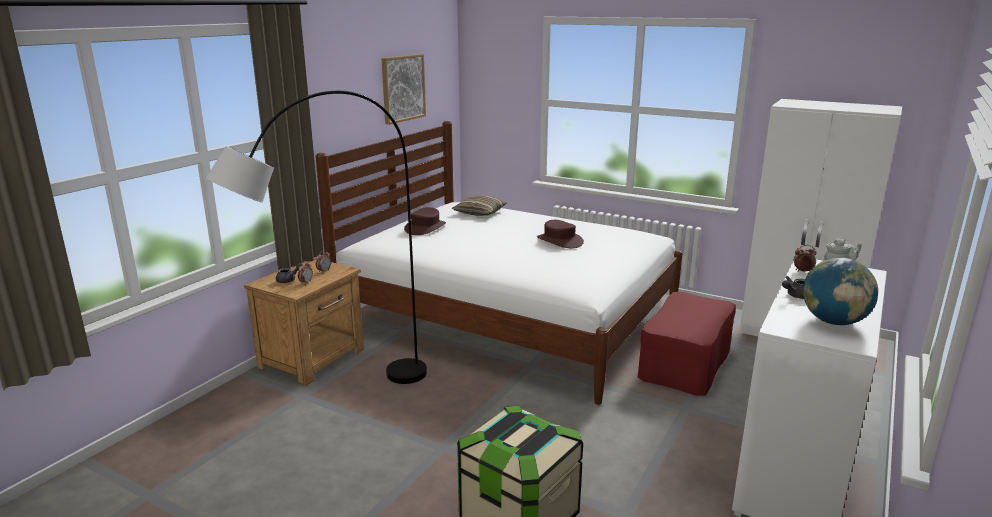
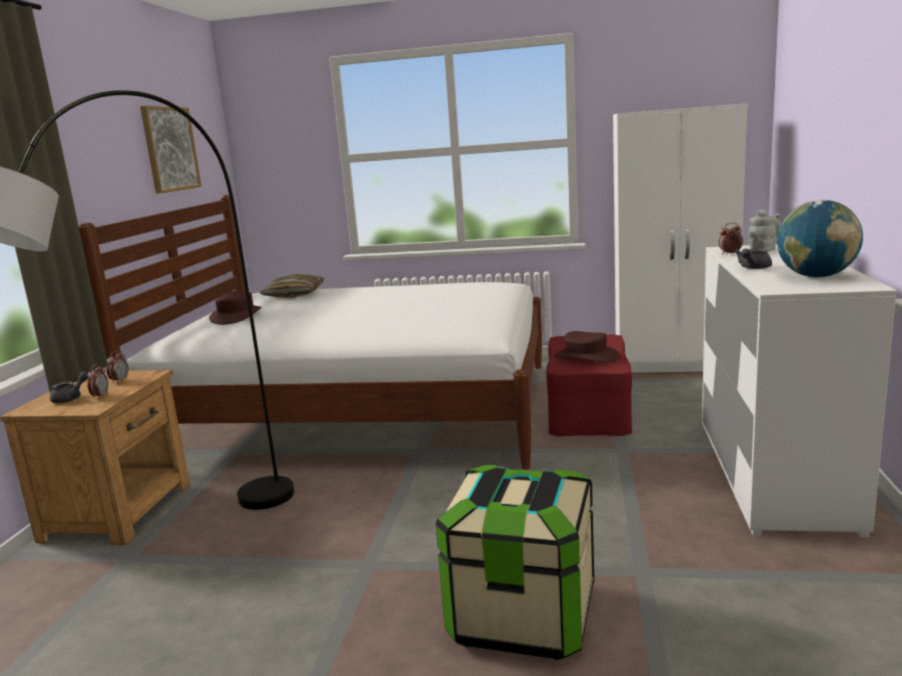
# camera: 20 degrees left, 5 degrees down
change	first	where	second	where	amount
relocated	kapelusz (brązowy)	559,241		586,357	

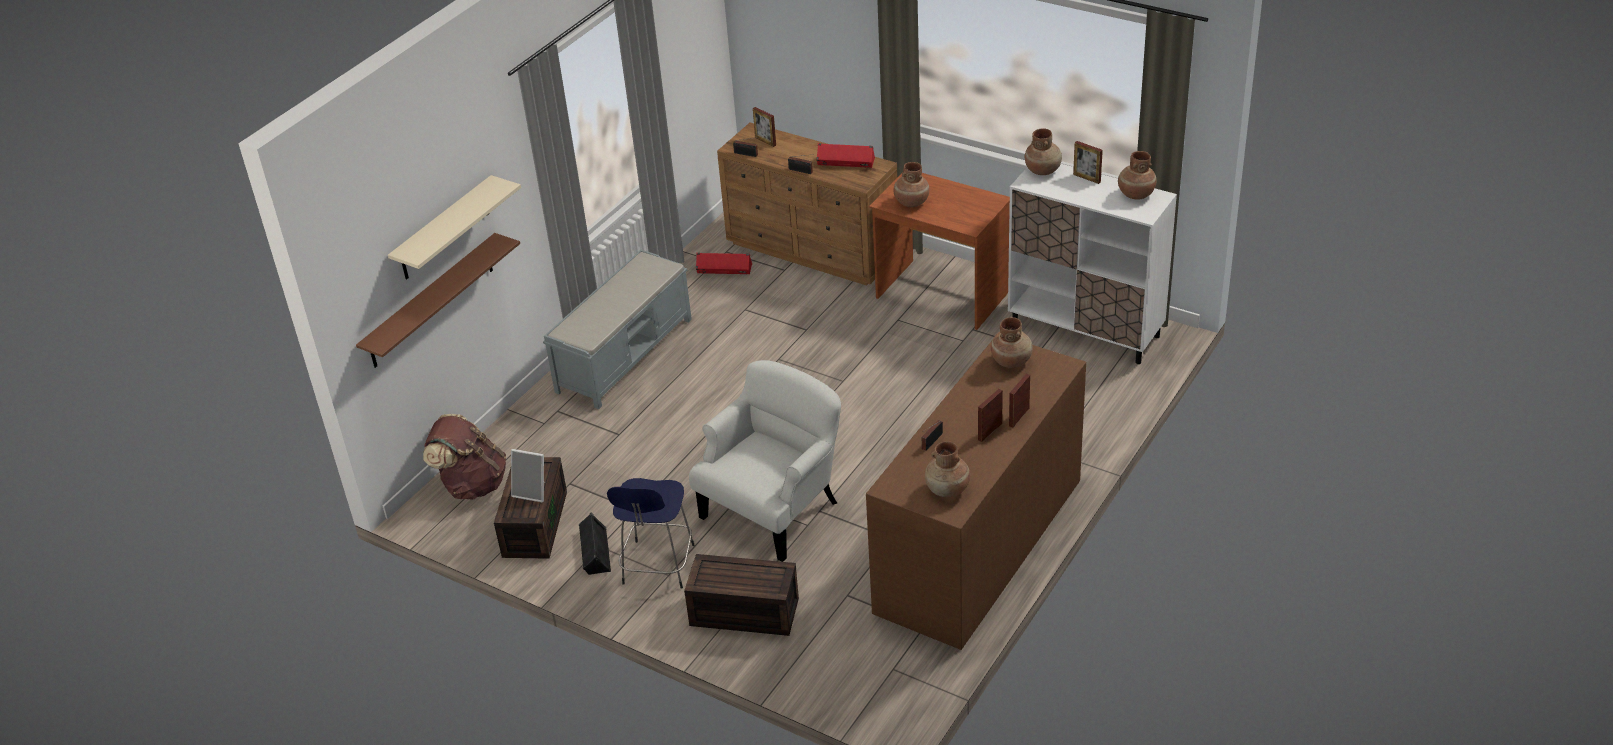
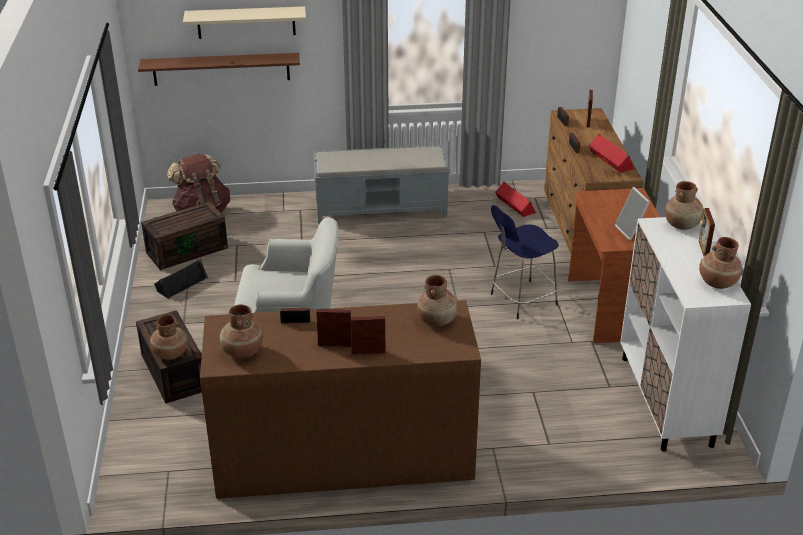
# camera: 50 degrees right, 5 degrees down
change	first	where	second	where	amount
relocated	ramka na zdjęcie	532,491		631,231	
relocated	stołek (niebieski)	657,566		521,300	
relocated	wazon (brązowy)	911,202		170,353	

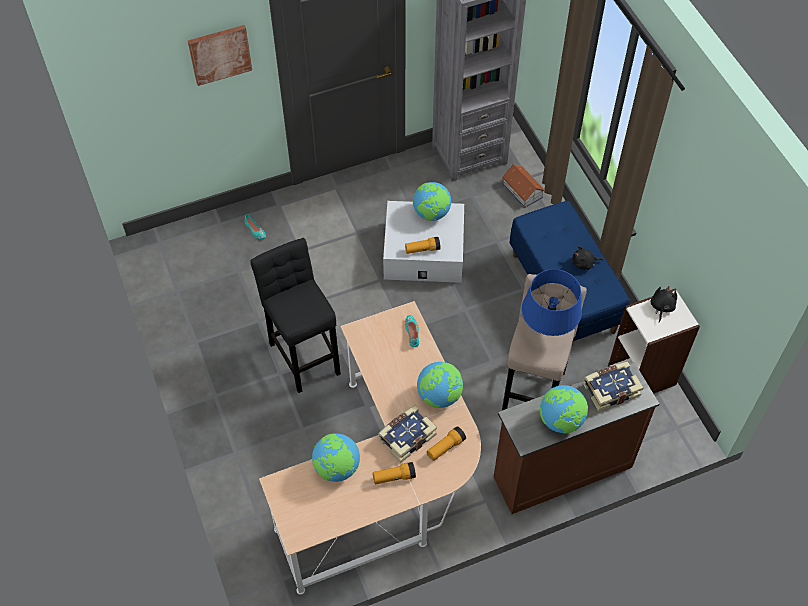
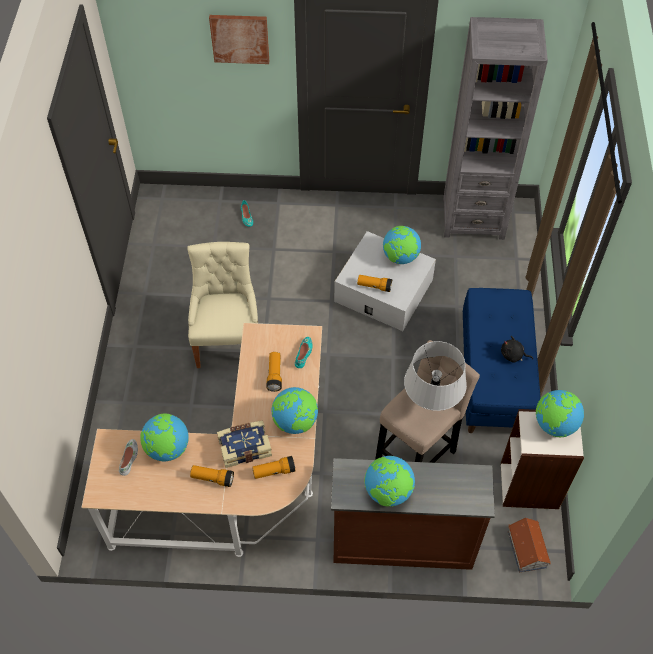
# camera: 25 degrees right, 0 degrees up
change	first	where	second	where	amount
exchanged	stołek (czarny)	304,354	krzesło (beżowy)	228,340	
relocated	domek	522,191		526,550	
colour	lampa stołowa (niebieski)	547,331	lampa stołowa (szary)	431,403	
missing	książka	610,389			
exchanged	pluszak (czarny)	661,307	globus	554,424	
appeared			but (biały)	129,458	
appeared			latarka	274,375	

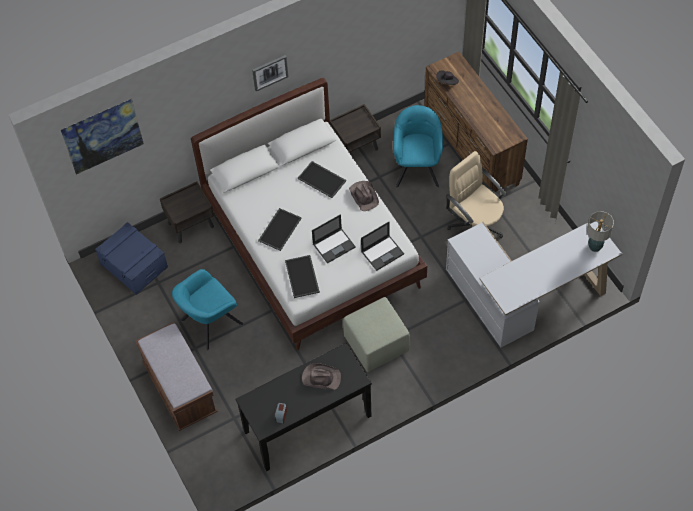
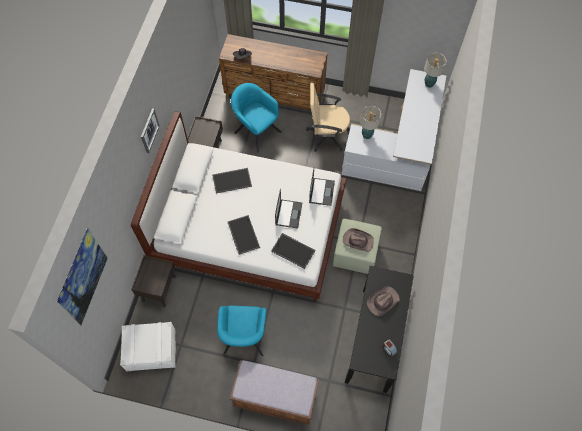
# camera: 50 degrees left, 5 degrees up
change	first	where	second	where	amount
colour	pojemnik do przechowywania (niebieski)	134,265	pojemnik do przechowywania (biały)	151,349	
relocated	kapelusz (brązowy)	364,196		357,240	
appeared			lampa stołowa	367,135	

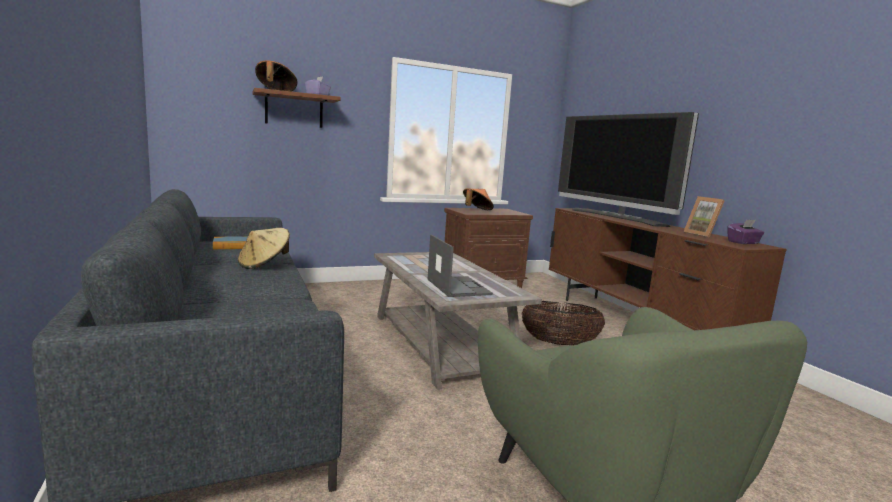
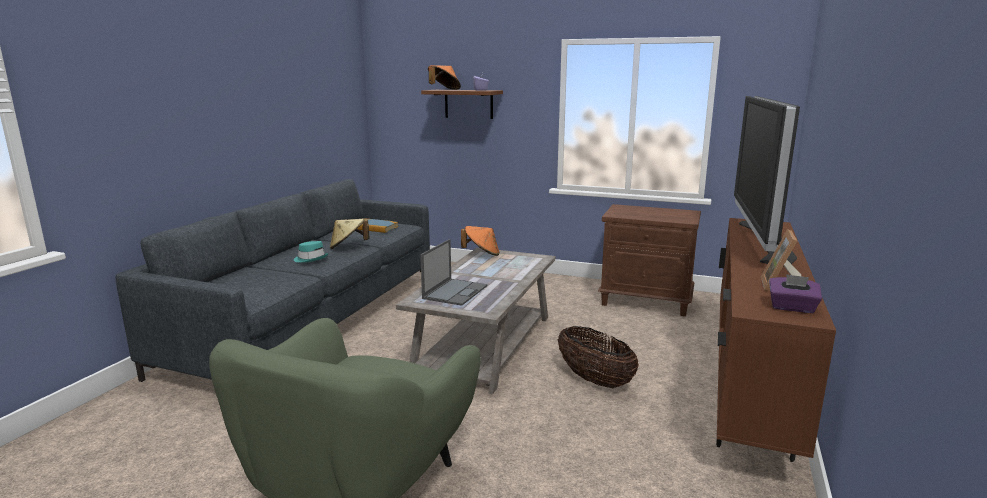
# camera: 45 degrees right, 5 degrees up
change	first	where	second	where	amount
relocated	kapelusz (pomarańczowy)	477,210		481,254	
appeared			kapelusz (turkusowy)	311,259	

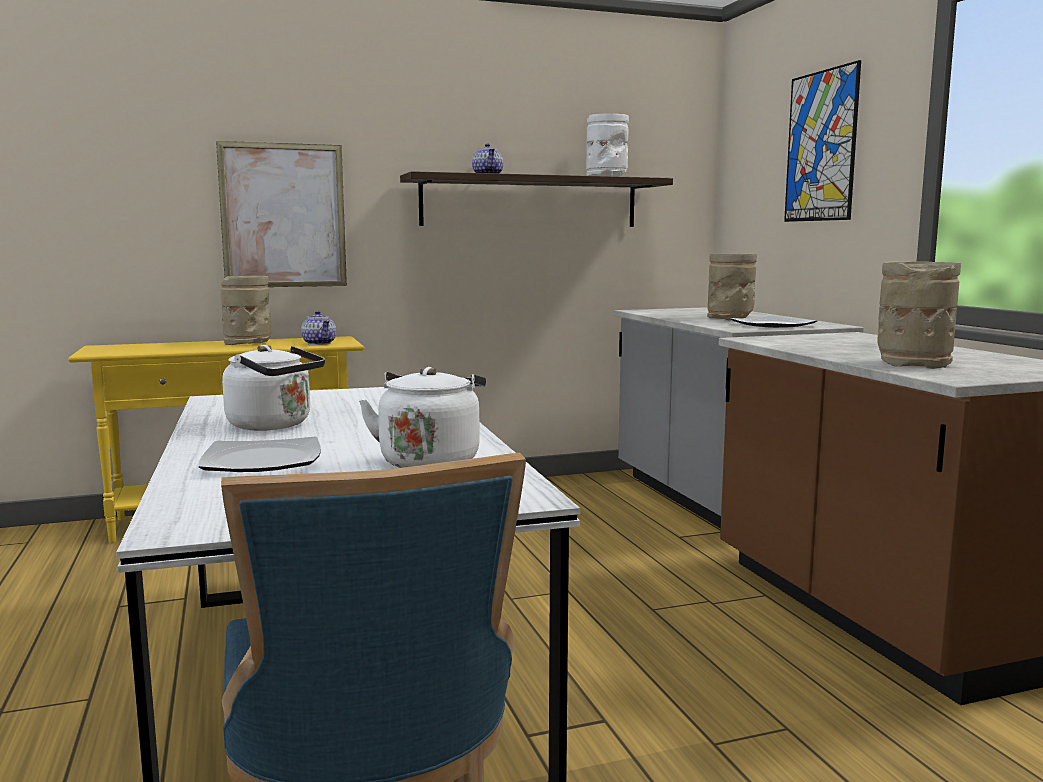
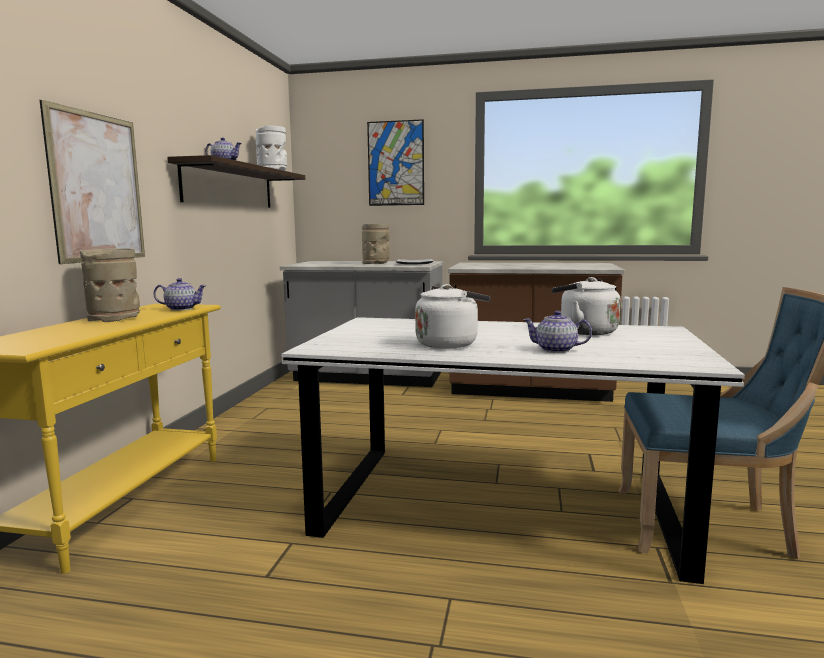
# camera: 60 degrees left, 0 degrees up
change	first	where	second	where	amount
exchanged	talerz	261,461	imbryk	556,350	
missing	wazon (beżowy)	913,363			

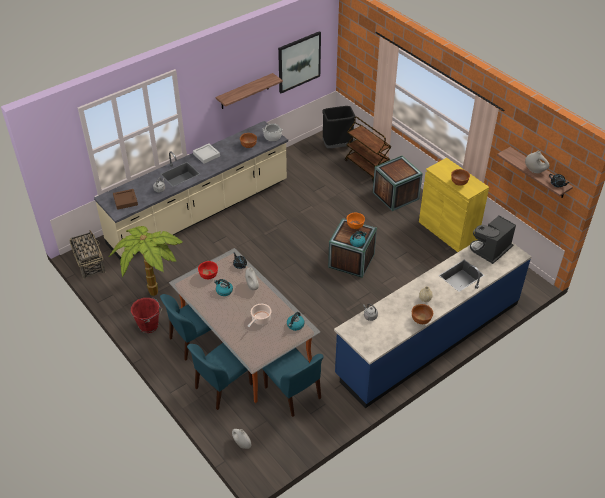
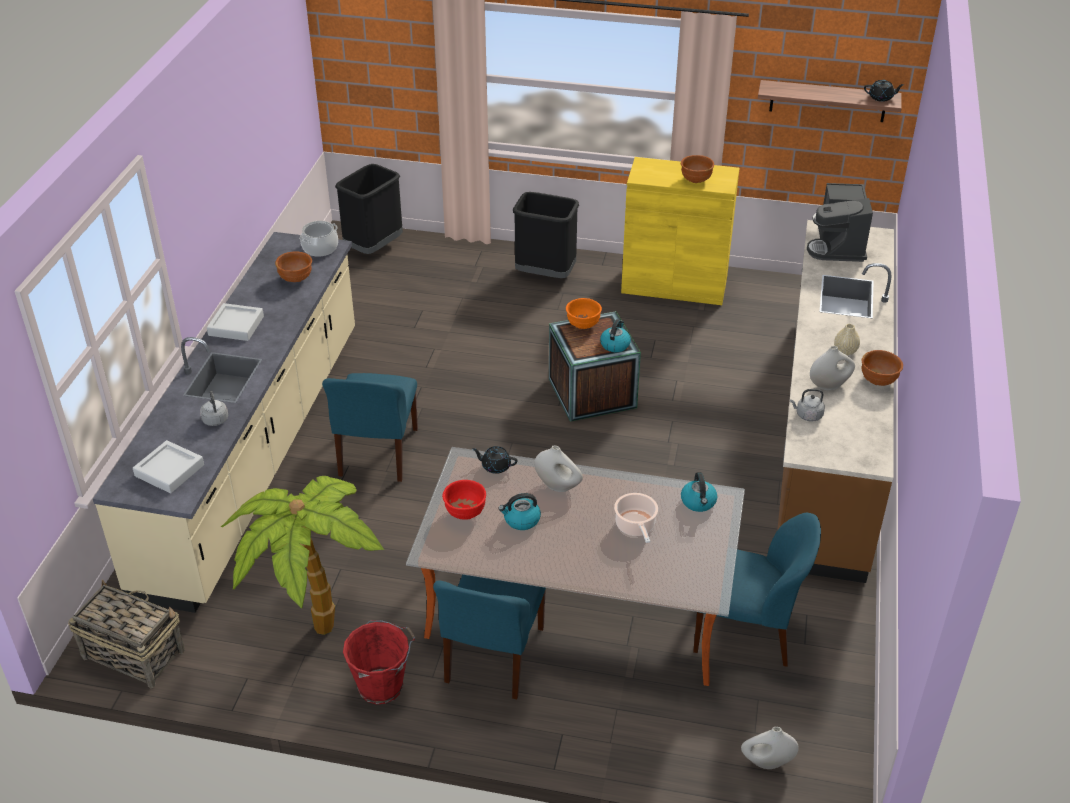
# camera: 40 degrees left, 5 degrees down
change	first	where	second	where	amount
colour	taca (brązowy)	125,201	taca (szary)	169,470	
relocated	krzesło (niebieski)	222,387		377,454	
missing	półka	245,91			
missing	obraz	299,62			
colour	zabudowa kuchenna (niebieski)	428,338	zabudowa kuchenna (brązowy)	825,436	
missing	wózek (brązowy)	367,168			
exchanged	skrzynka	395,195	kosz na śmieci (czarny)	546,274	
relocated	wazon (biały)	535,170		829,385	

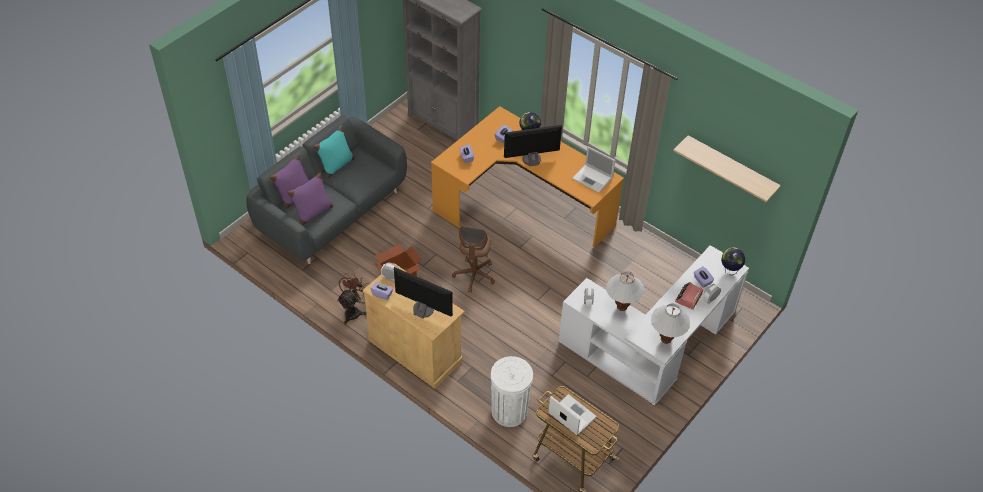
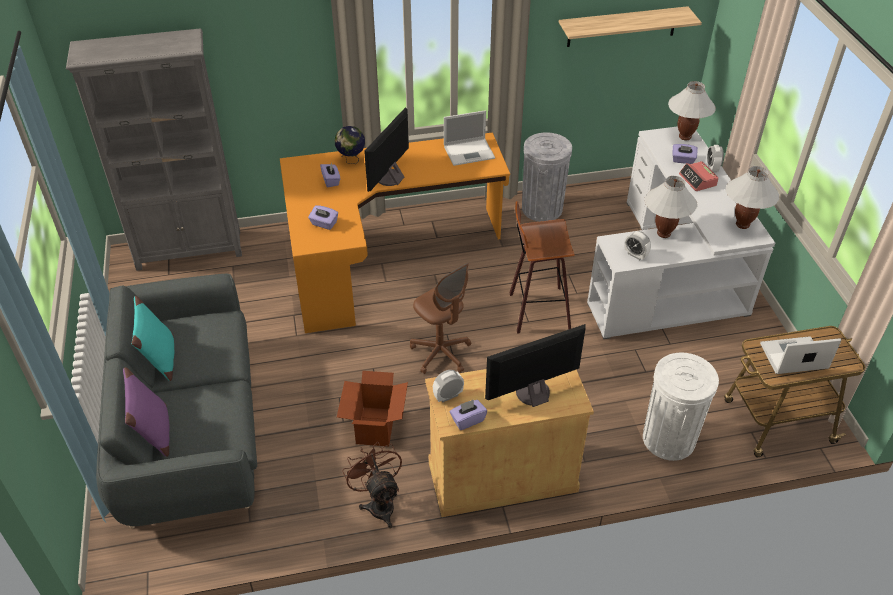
# camera: 50 degrees left, 5 degrees down
change	first	where	second	where	amount
missing	poduszka (fioletowy)	313,213			
exchanged	globus	729,270	lampa stołowa (biały)	685,137	
appeared			stołek	537,311	
appeared			kosz na śmieci (szary)	542,208	

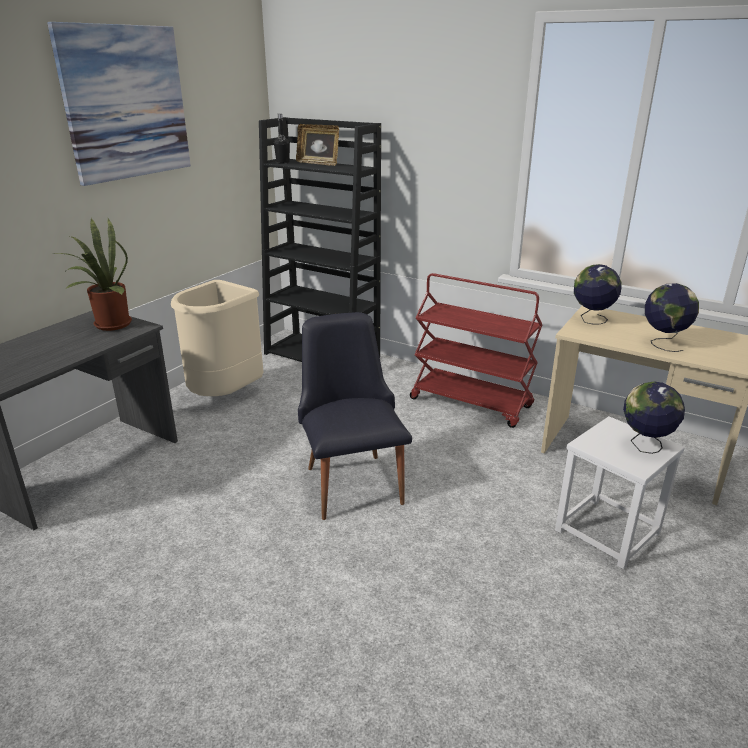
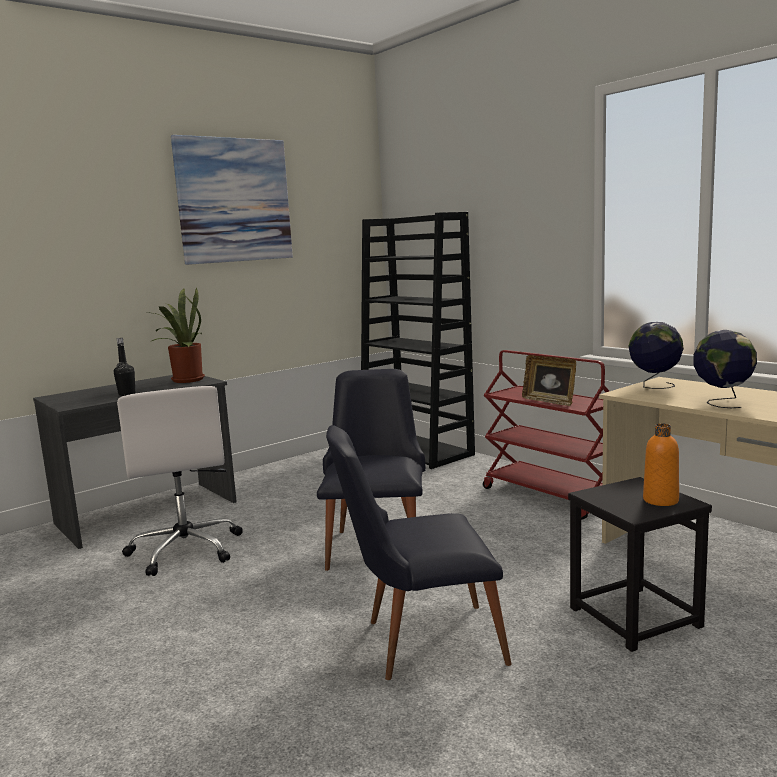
# camera: 20 degrees right, 15 degrees down
change	first	where	second	where	amount
missing	kosz na śmieci (beżowy)	225,395			
relocated	butelka (czarny)	283,162		127,394	
relocated	ramka na zdjęcie	318,163		549,401	
colour	stołek (biały)	606,532	stołek (czarny)	633,617	
exchanged	globus	645,446	butelka (pomarańczowy)	660,500	
appeared			krzesło biurowe (biały)	186,550	
appeared			krzesło (czarny)	419,642	

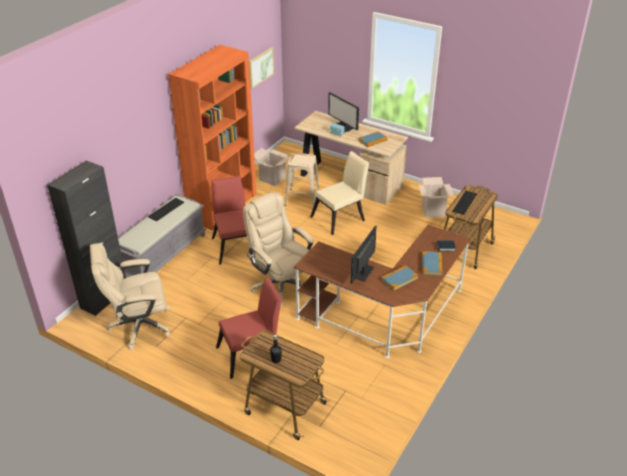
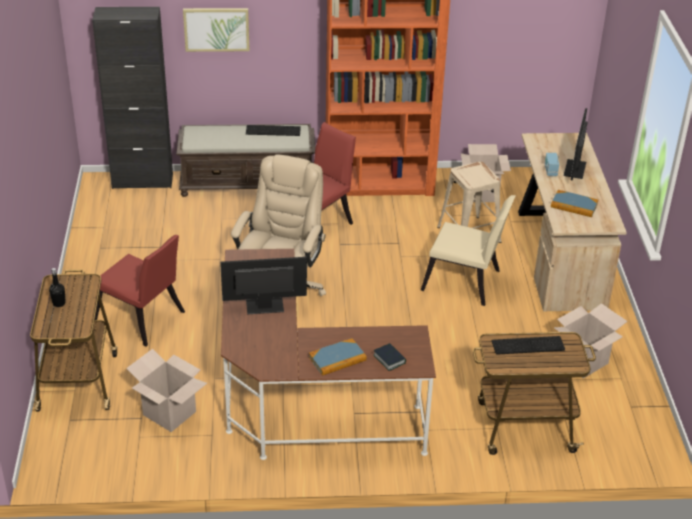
# camera: 55 degrees right, 0 degrees up
change	first	where	second	where	amount
missing	krzesło biurowe (beżowy)	139,326			
colour	ławka (szary)	163,254	ławka (brązowy)	248,183	
relocated	obraz	260,67		216,29	
missing	książka	399,279			
appeared			karton	169,413	

